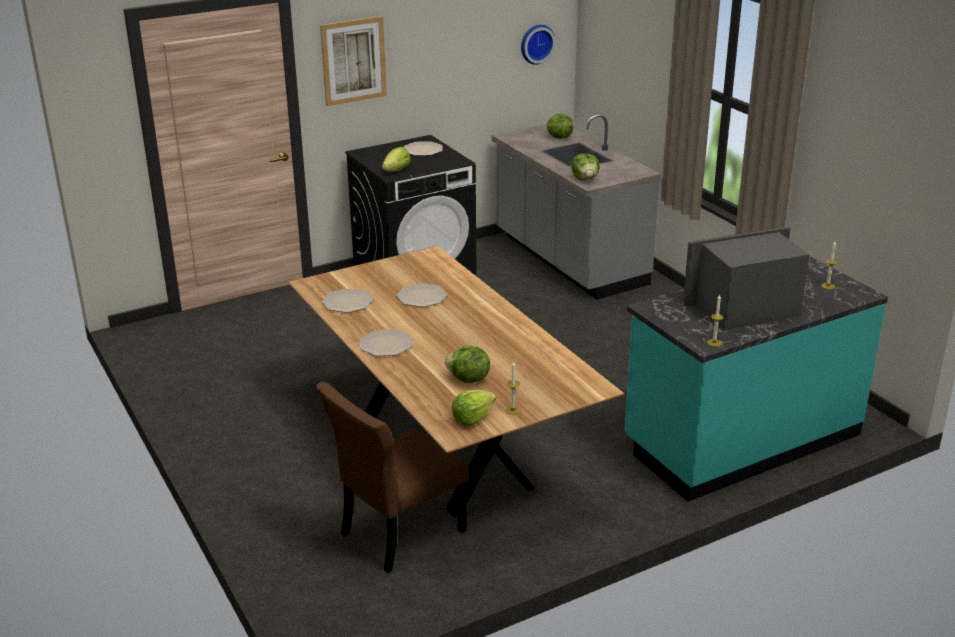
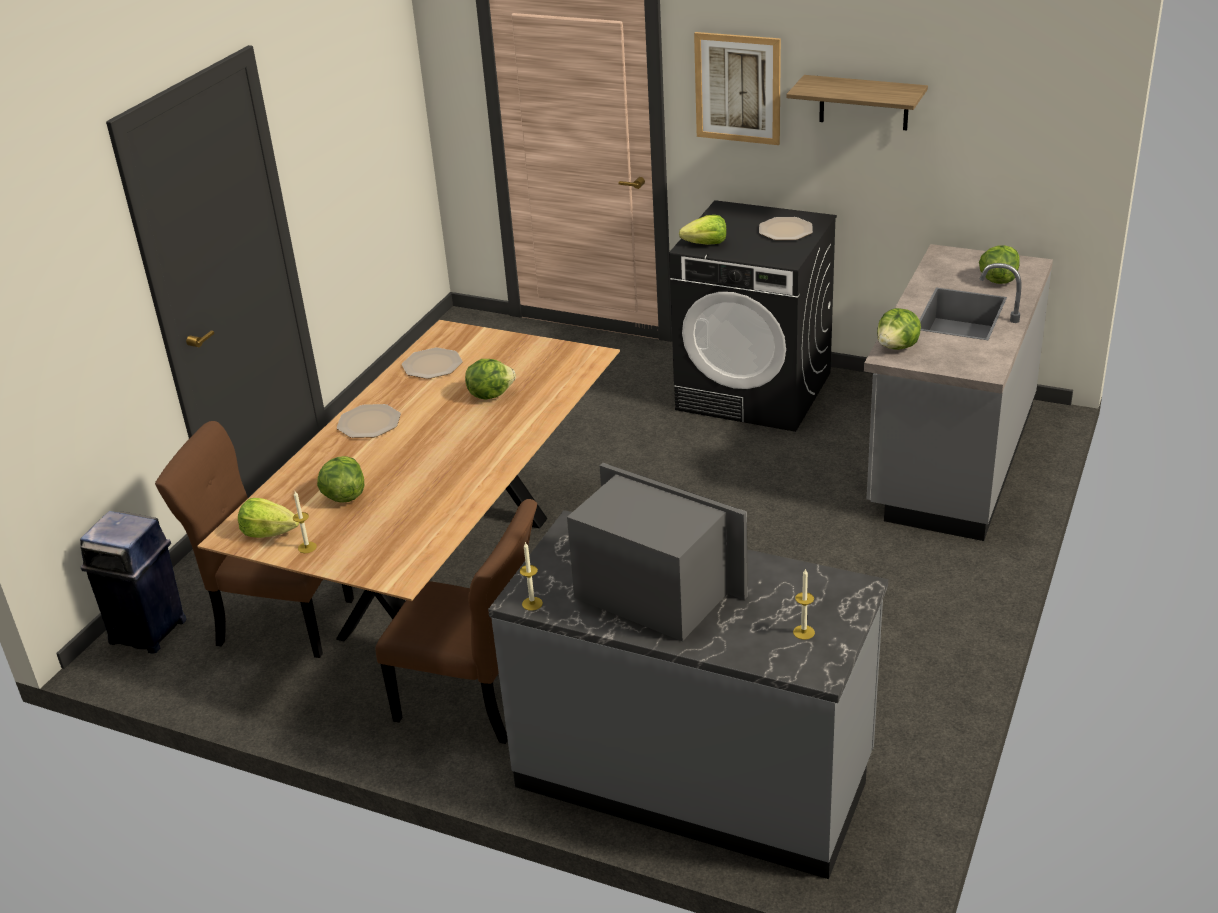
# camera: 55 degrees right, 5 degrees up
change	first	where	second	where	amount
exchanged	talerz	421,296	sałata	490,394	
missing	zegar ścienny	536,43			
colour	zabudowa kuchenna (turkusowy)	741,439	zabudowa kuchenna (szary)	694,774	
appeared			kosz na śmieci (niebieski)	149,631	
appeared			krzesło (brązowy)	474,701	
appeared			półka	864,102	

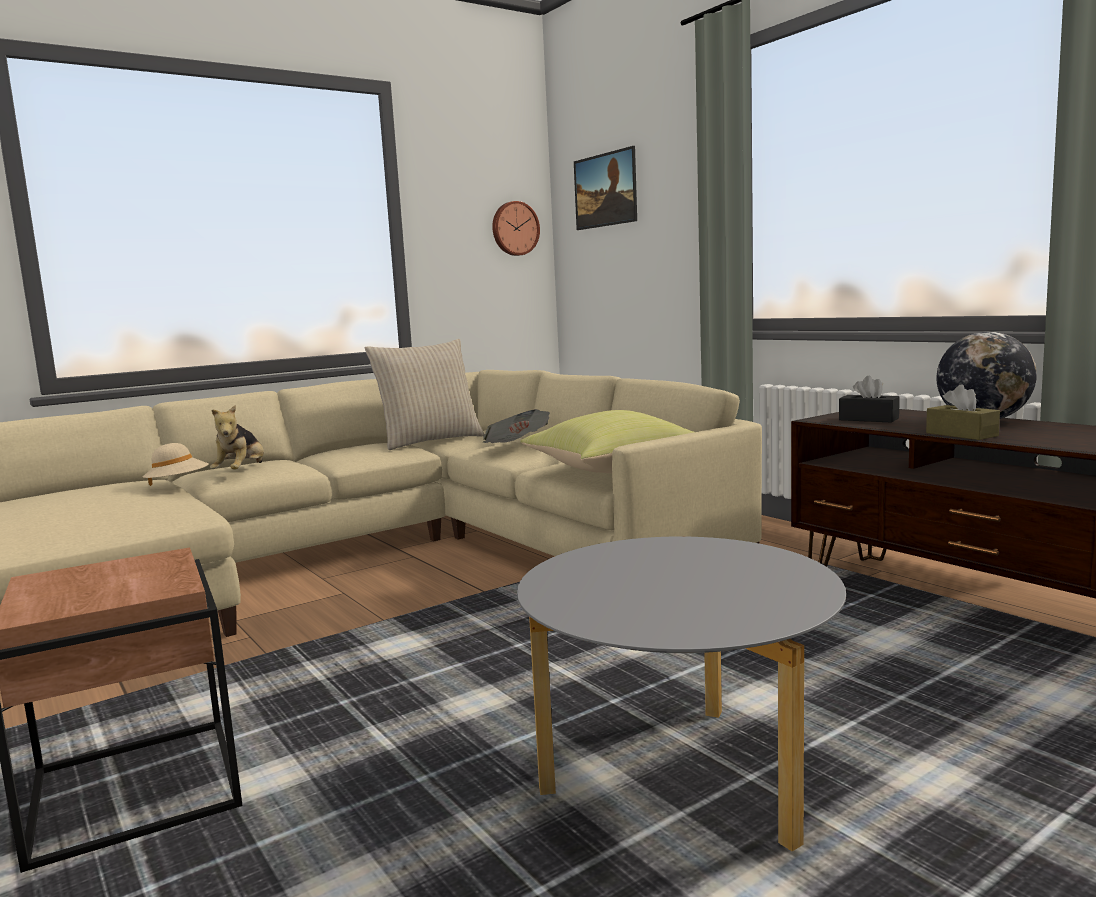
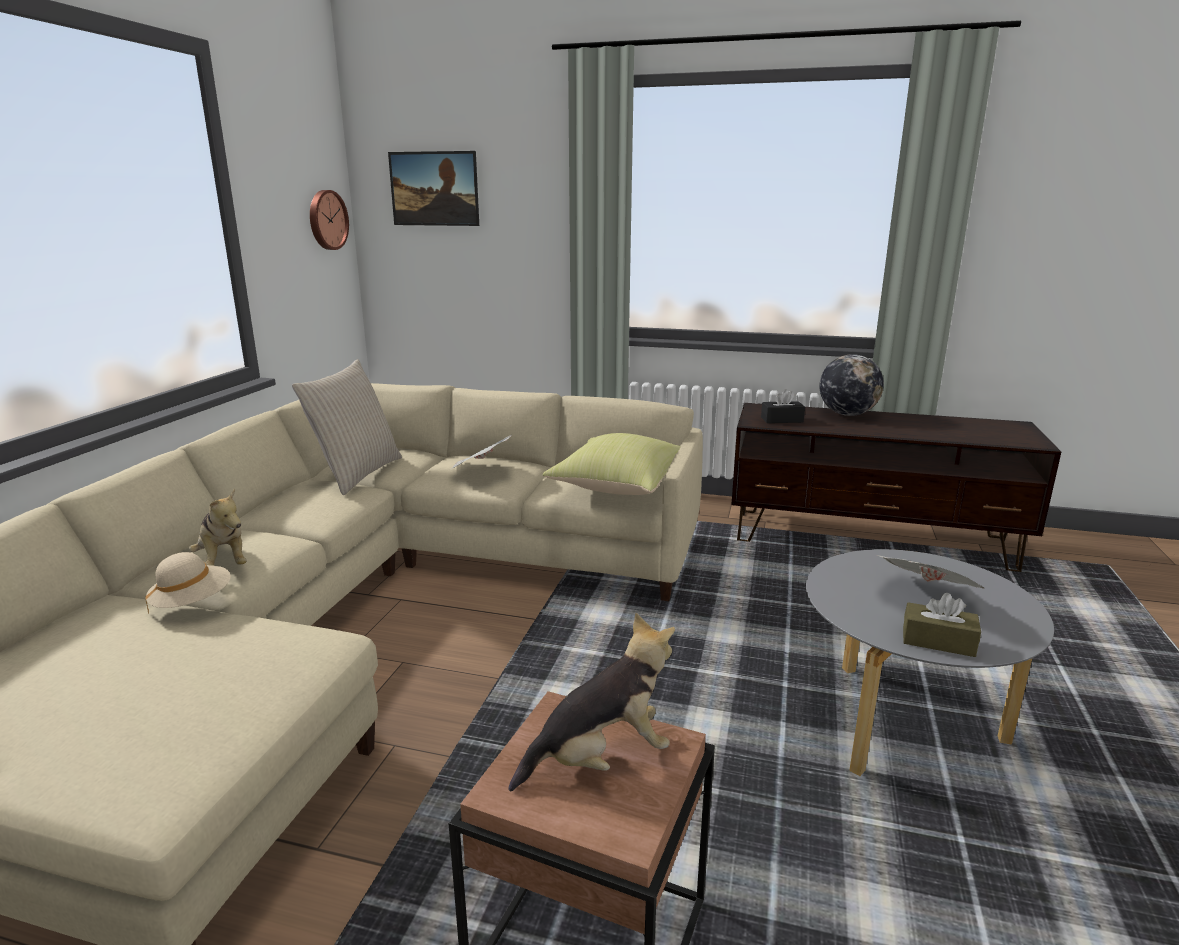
# camera: 40 degrees left, 10 degrees up
change	first	where	second	where	amount
relocated	pudełko chusteczek (brązowy)	961,434		938,641	
appeared			pluszak	600,758	
appeared			gazeta	927,596	

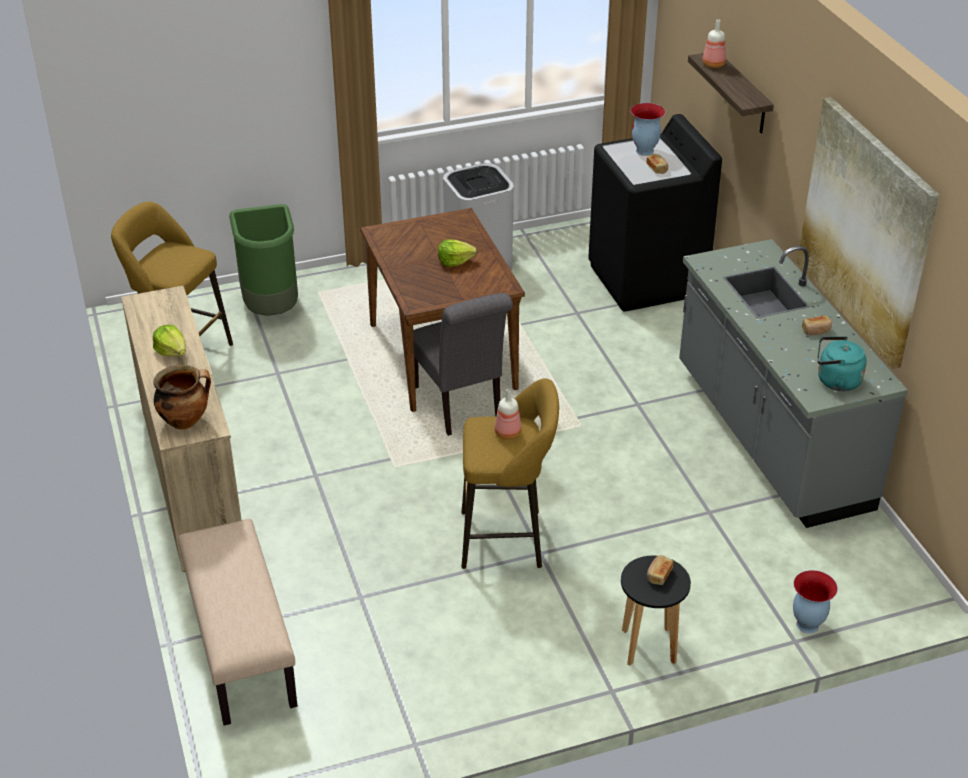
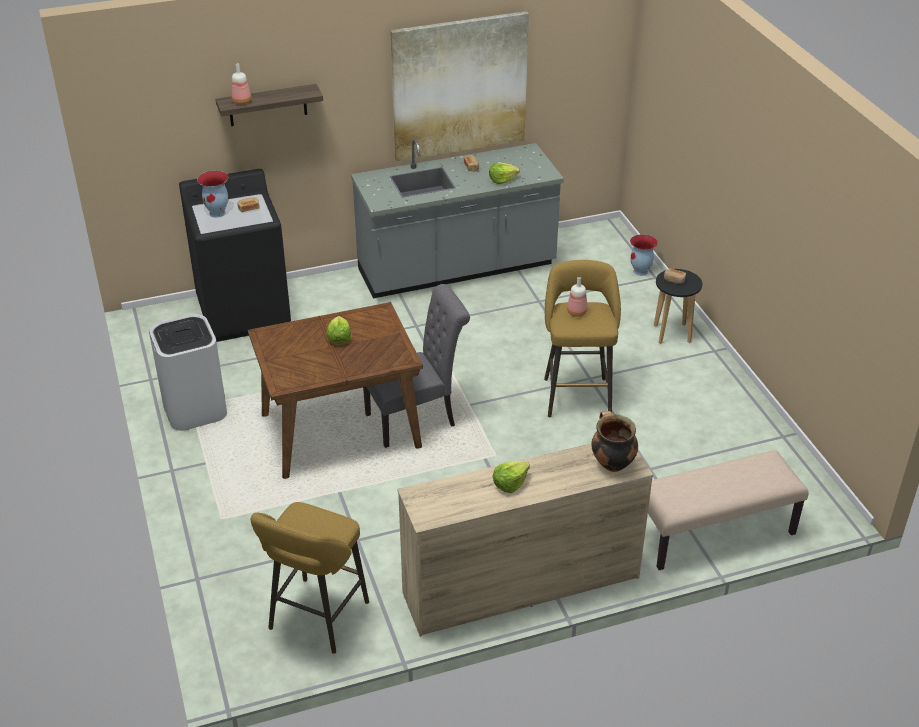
# camera: 90 degrees left, 0 degrees up
change	first	where	second	where	amount
missing	kosz na śmieci (zielony)	272,308			
missing	czajnik (turkusowy)	835,381			
appeared			sałata	502,180	

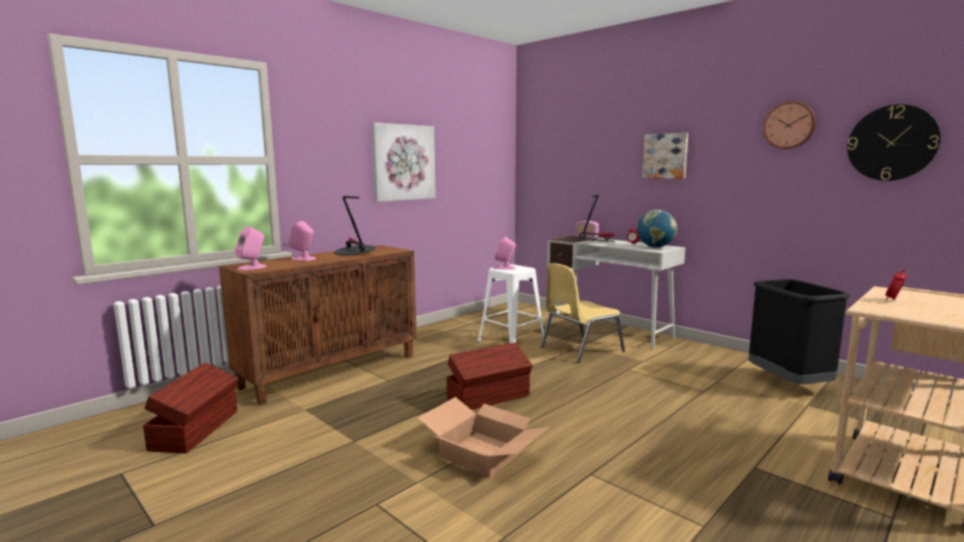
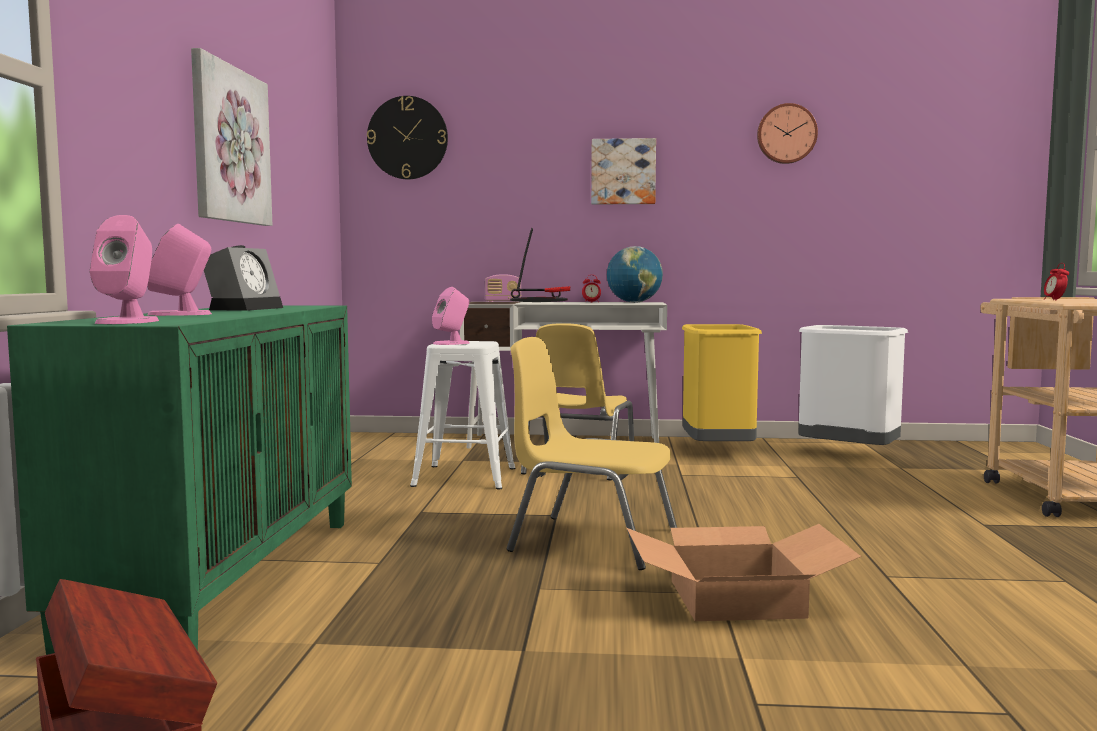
# camera: 40 degrees left, 5 degrees down
change	first	where	second	where	amount
colour	szafka (brązowy)	331,370	szafka (zielony)	226,578	
exchanged	lampa stołowa	354,252	budzik	245,308	
exchanged	pojemnik do przechowywania (brązowy)	489,397	krzesło (żółty)	591,540	
colour	kosz na śmieci (czarny)	789,384	kosz na śmieci (biały)	848,455	
relocated	zegar ścienny	892,143		407,138	
appeared			kosz na śmieci (żółty)	716,452	

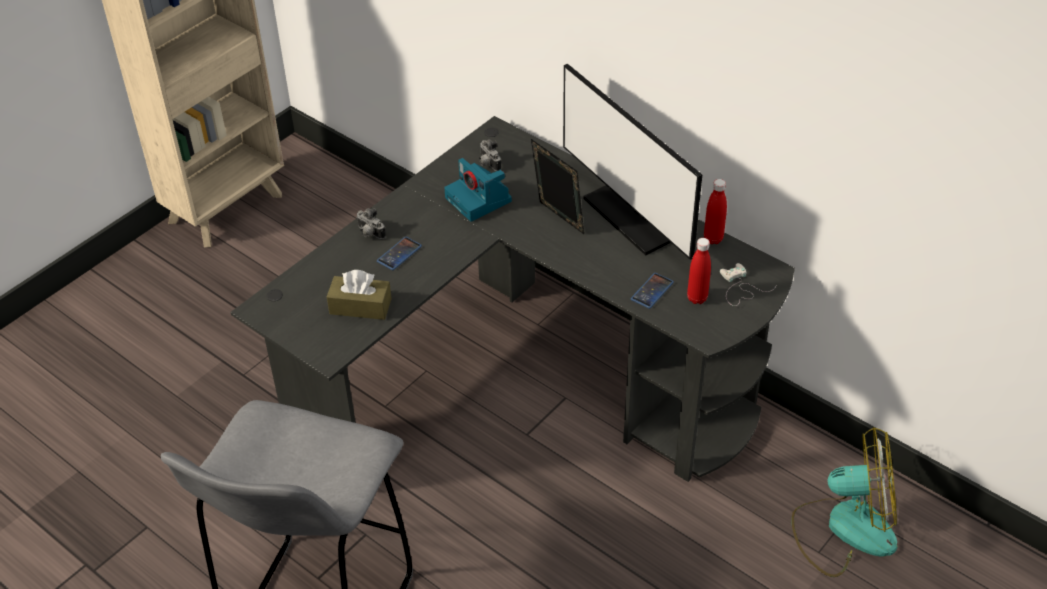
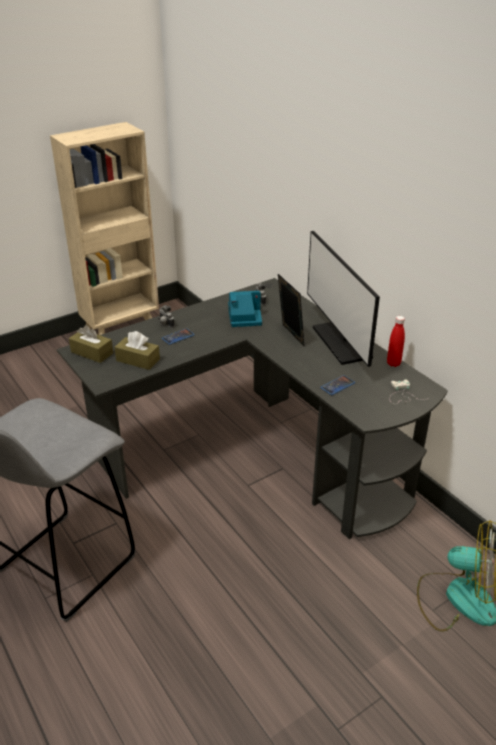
# camera: 15 degrees right, 10 degrees down
change	first	where	second	where	amount
spun	aparat fotograficzny	479,200		244,317	105 degrees clockwise
missing	butelka (czerwony)	697,298			
appeared			pudełko chusteczek (brązowy)	92,352	

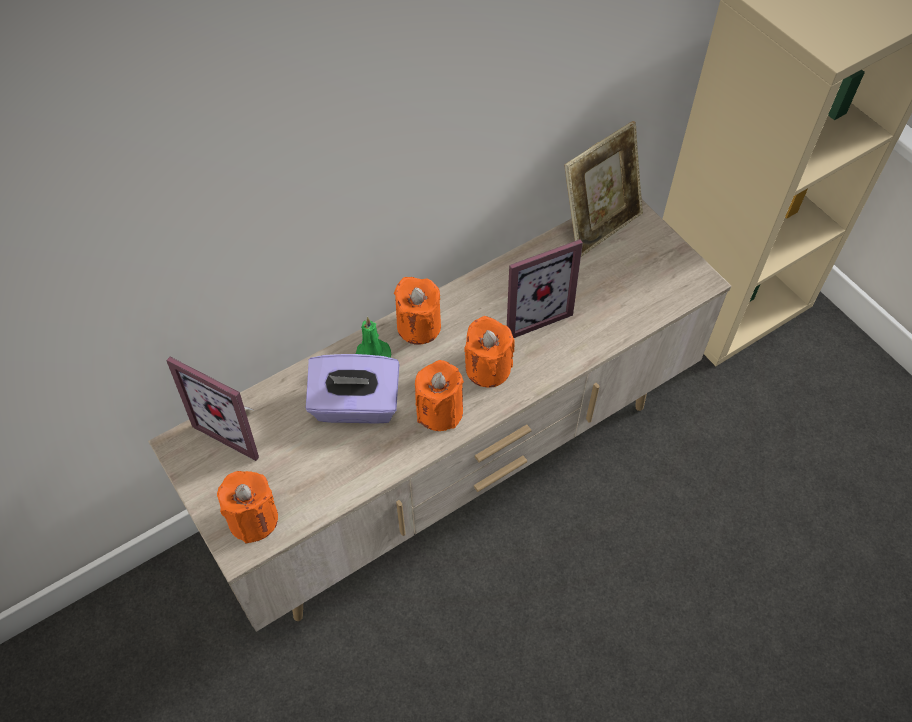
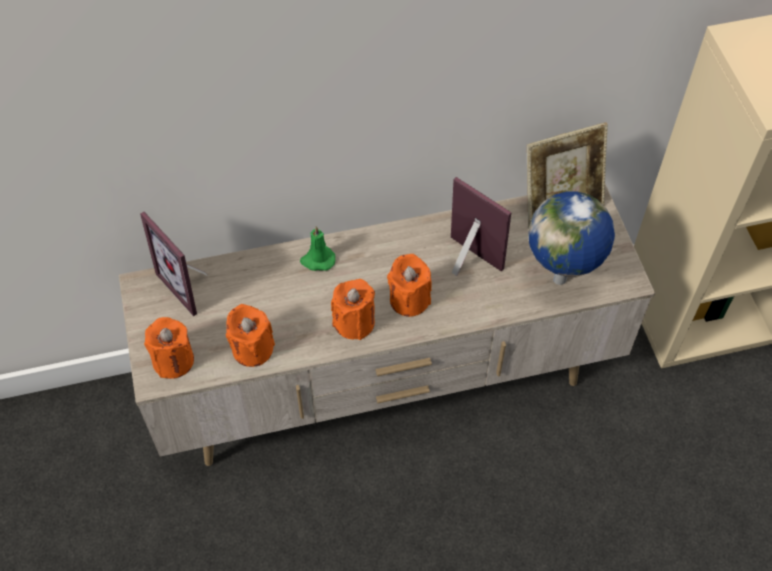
# camera: 20 degrees right, 0 degrees up
change	first	where	second	where	amount
missing	pudełko chusteczek (fioletowy)	355,406			
relocated	świeca (pomarańczowy)	418,326		252,349	
spun	ramka na zdjęcie	531,312		466,263	135 degrees counterclockwise
appeared			globus	561,280	

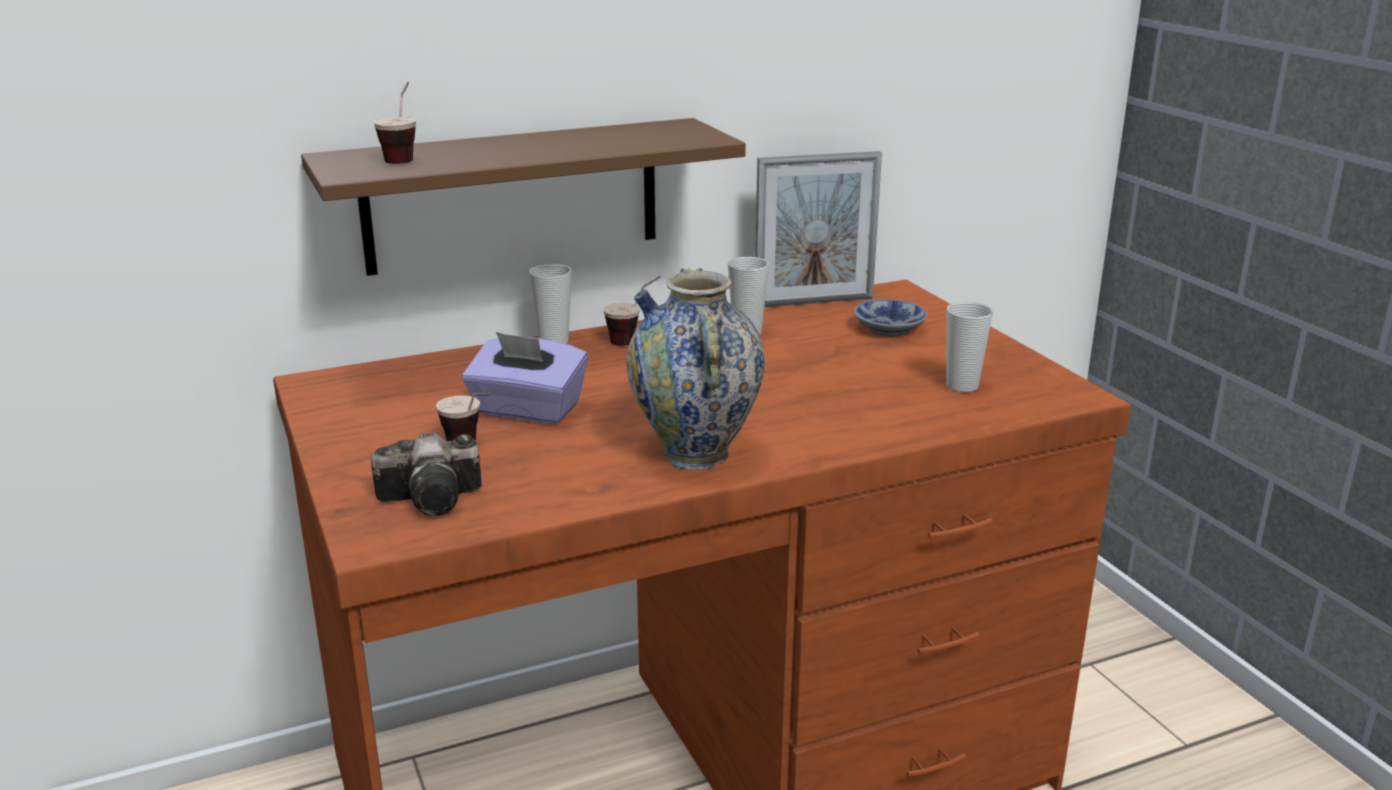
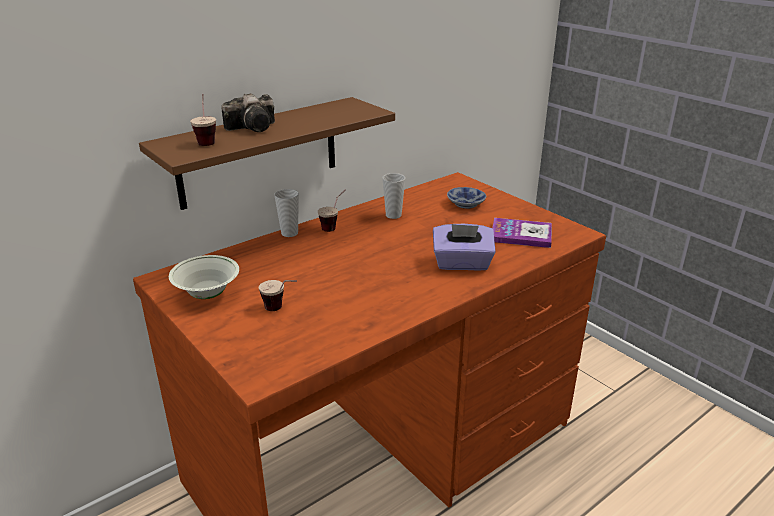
# camera: 15 degrees left, 5 degrees up
change	first	where	second	where	amount
relocated	aparat fotograficzny	436,498		254,127	
relocated	pudełko chusteczek (fioletowy)	527,410		462,264	
missing	wazon	696,454			
missing	ramka na zdjęcie	814,302			
exchanged	filiżanka	962,386	książka	521,234	
appeared			miska (biały)	207,294	

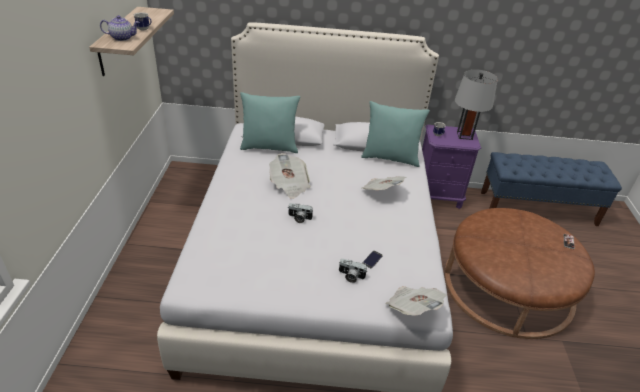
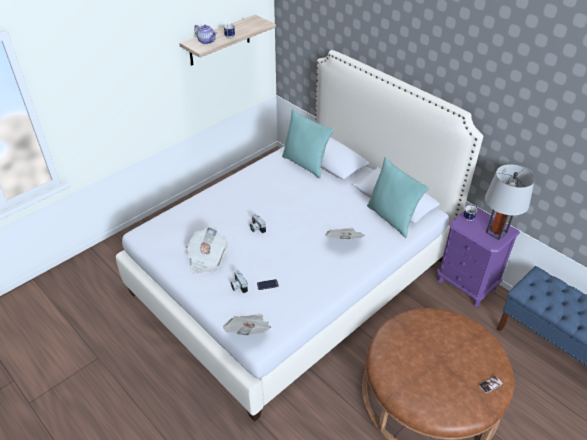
# camera: 45 degrees right, 5 degrees up
change	first	where	second	where	amount
relocated	gazeta	289,185		206,259	

